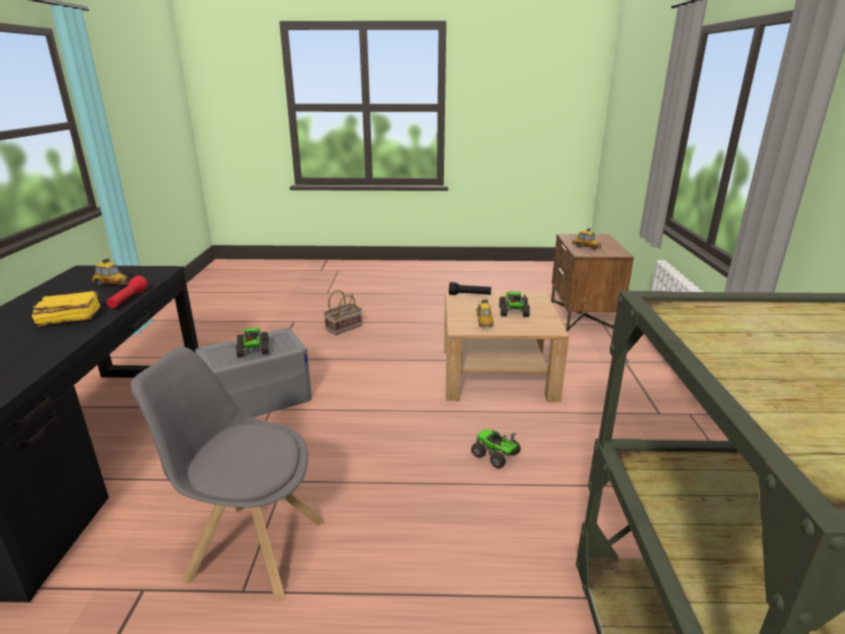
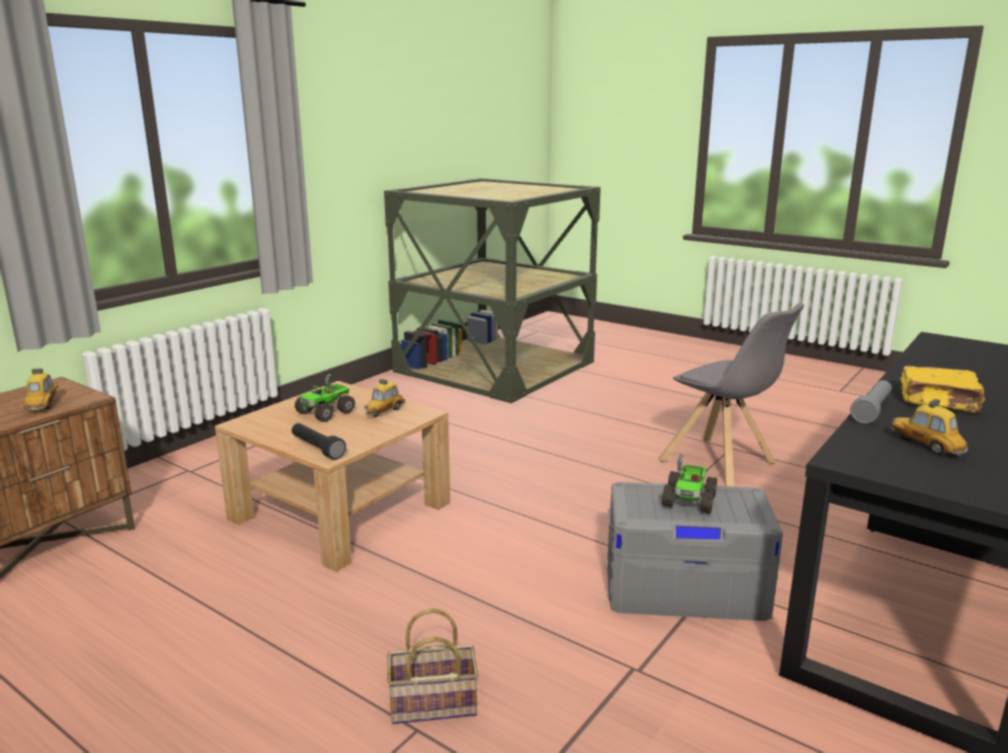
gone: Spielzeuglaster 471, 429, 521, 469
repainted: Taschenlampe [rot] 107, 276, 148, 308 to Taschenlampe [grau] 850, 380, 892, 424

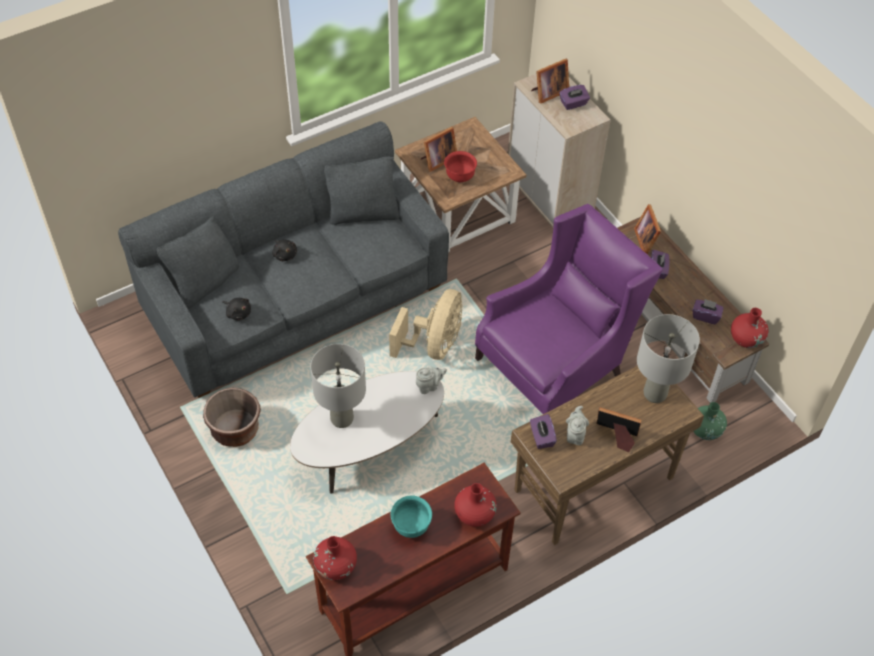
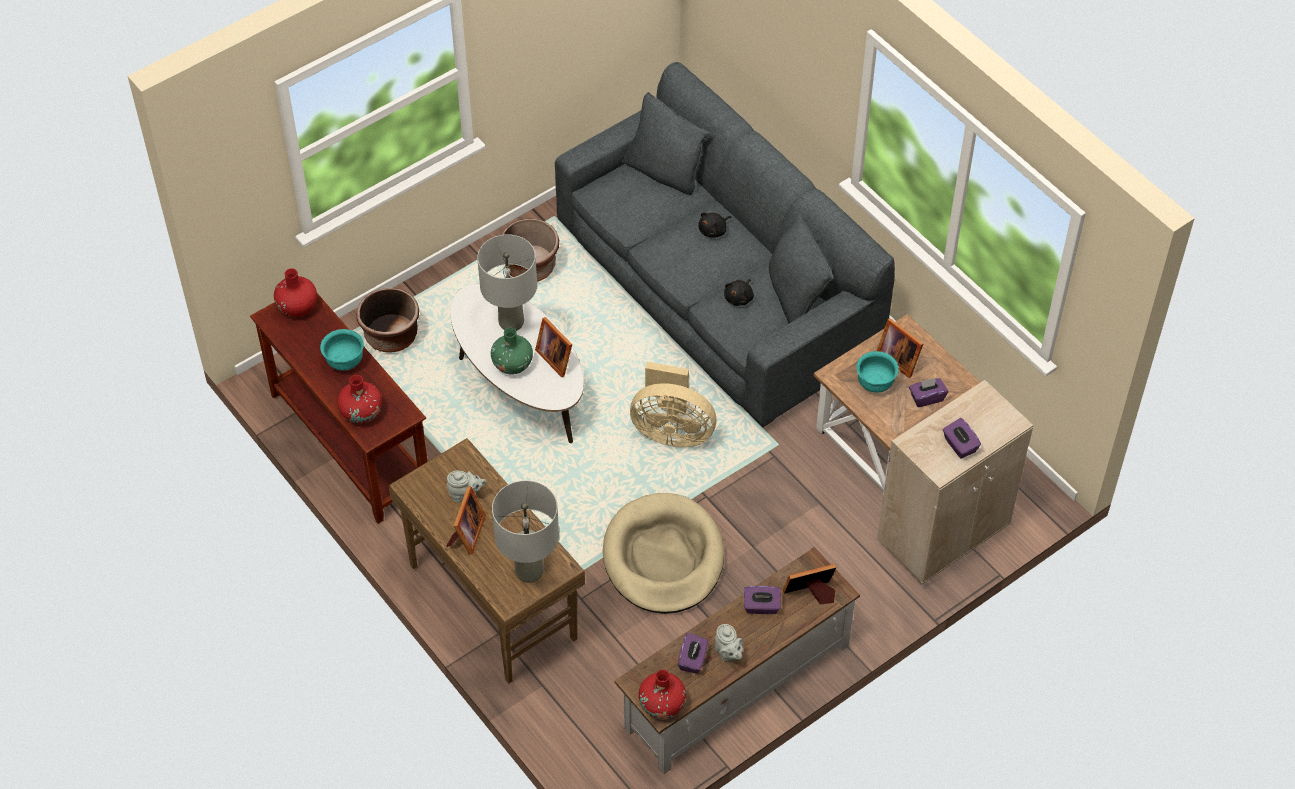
new: Pflanzkübel [braun] 357, 288, 419, 353
shifted: Plüschtier [schwarz] 222, 298, 251, 321 to 724, 279, 754, 306; Teekanne [grau] 416, 366, 447, 394 to 715, 624, 743, 662; Taschentuchbox [lila] 530, 414, 557, 449 to 909, 378, 948, 407; Bilderrahmen 531, 59, 569, 104 to 535, 317, 572, 377; Vase [grün] 693, 402, 727, 440 to 491, 328, 533, 375
swapped: Sessel [lila] 475, 204, 663, 414 to Hundebett [beige] 603, 493, 724, 614
repainted: Schüssel [rot] 444, 151, 477, 182 to Schüssel [türkis] 856, 351, 899, 393

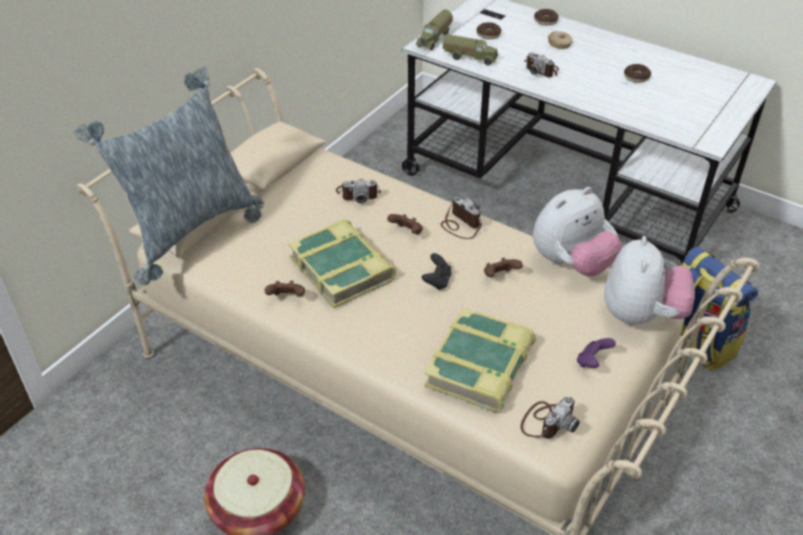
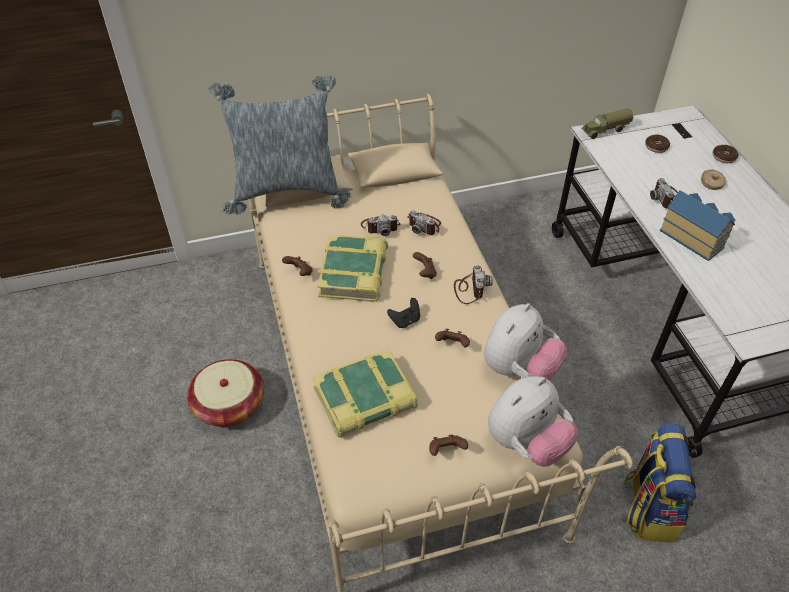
gone: Spielzeuglaster 443, 34, 499, 66; Donut 624, 64, 651, 83
new: Spielzeughaus 659, 190, 736, 261
shifted: Kamera 521, 397, 580, 439 to 361, 215, 401, 236
repainted: Gamepad [lila] 577, 338, 616, 368 to Gamepad [braun] 429, 434, 468, 456
rotated: Plüschtier 533, 187, 622, 277 = 484, 303, 567, 381 60 degrees counterclockwise

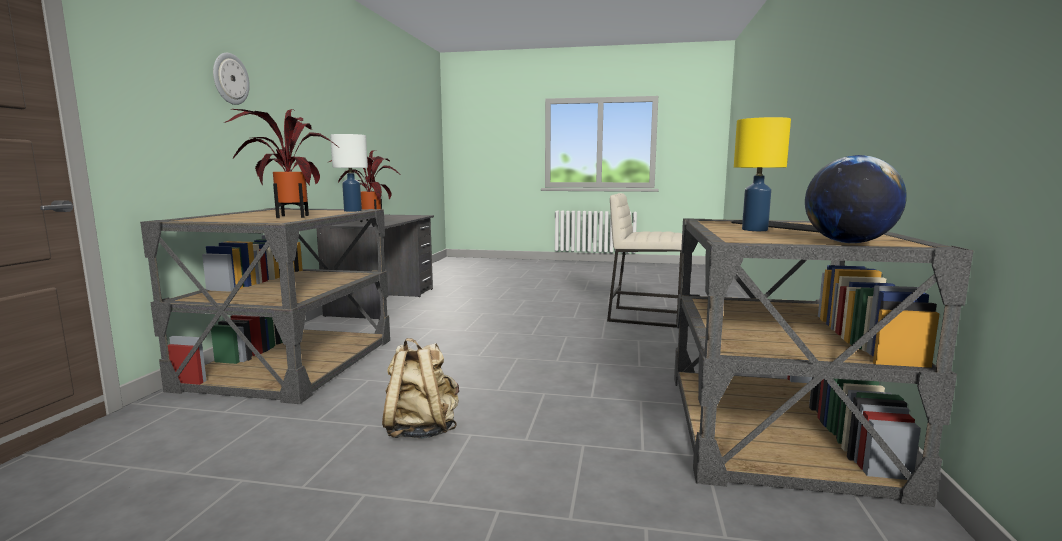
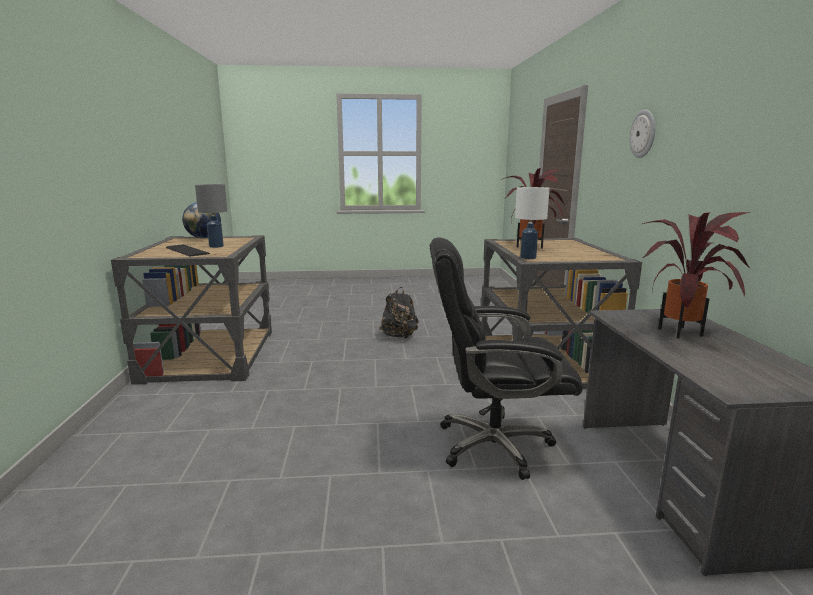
gone: Hocker [beige] 607, 193, 683, 328
new: Bürostuhl [schwarz] 430, 237, 583, 480
repainted: Rucksack [beige] 382, 338, 459, 439 to Rucksack [schwarz] 379, 287, 419, 339; Tischlampe [gelb] 734, 117, 791, 231 to Tischlampe [grau] 195, 184, 227, 248

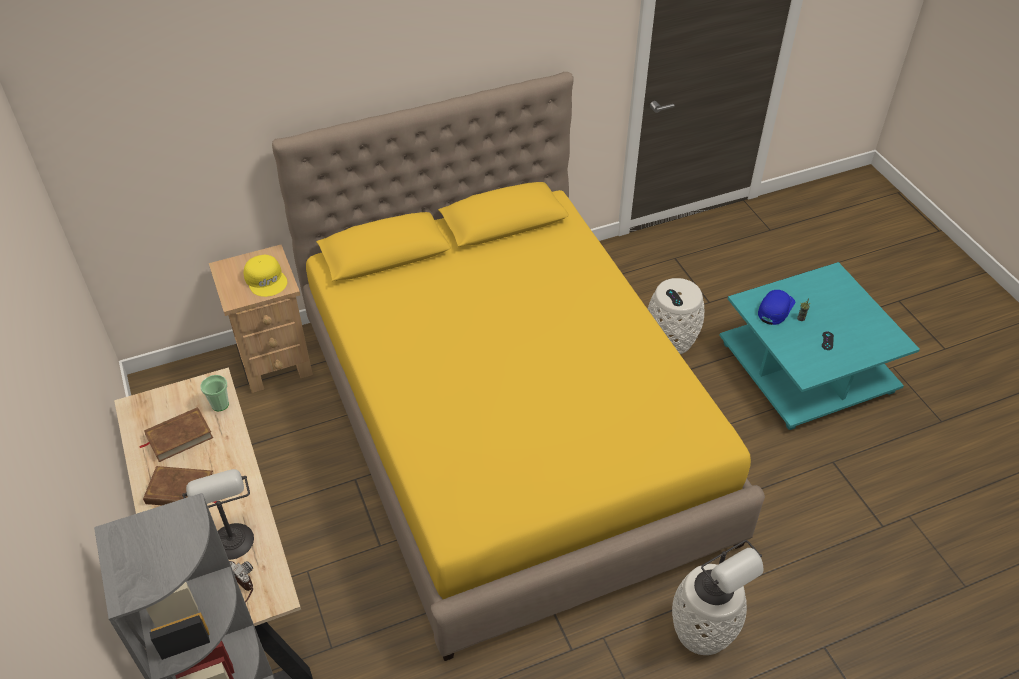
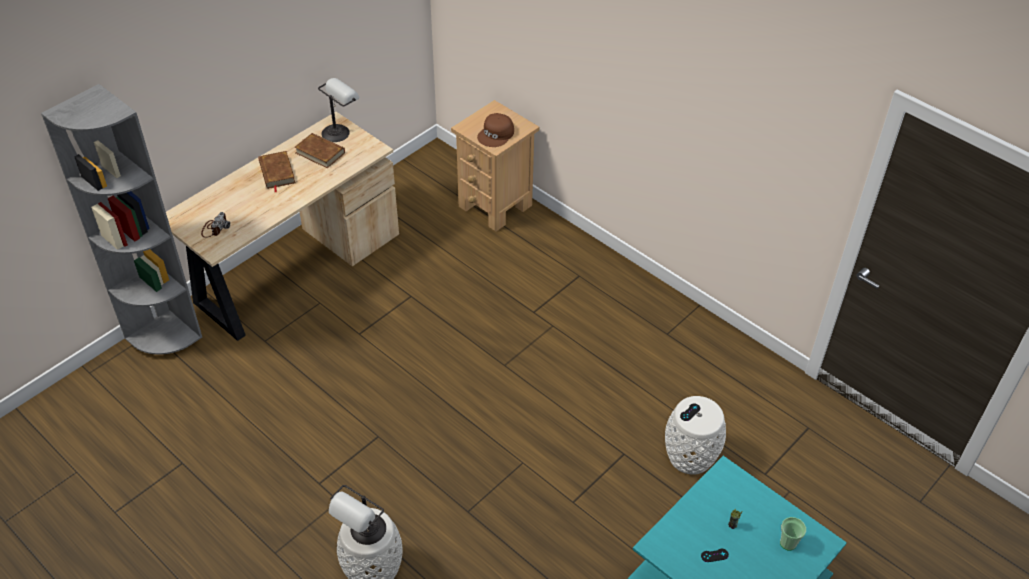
gone: Bett [gelb] 272, 72, 765, 661; Kappe [blau] 758, 290, 795, 325
shifted: Tischlampe 182, 469, 254, 560 to 318, 78, 359, 142; Tasse 200, 375, 229, 411 to 780, 517, 806, 551
repainted: Kappe [gelb] 244, 255, 287, 297 to Kappe [braun] 477, 113, 514, 147

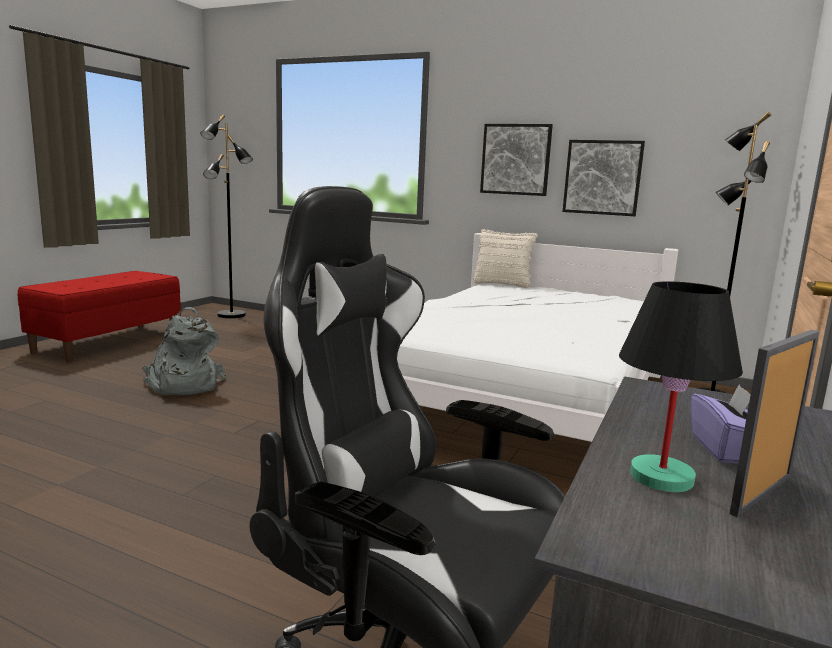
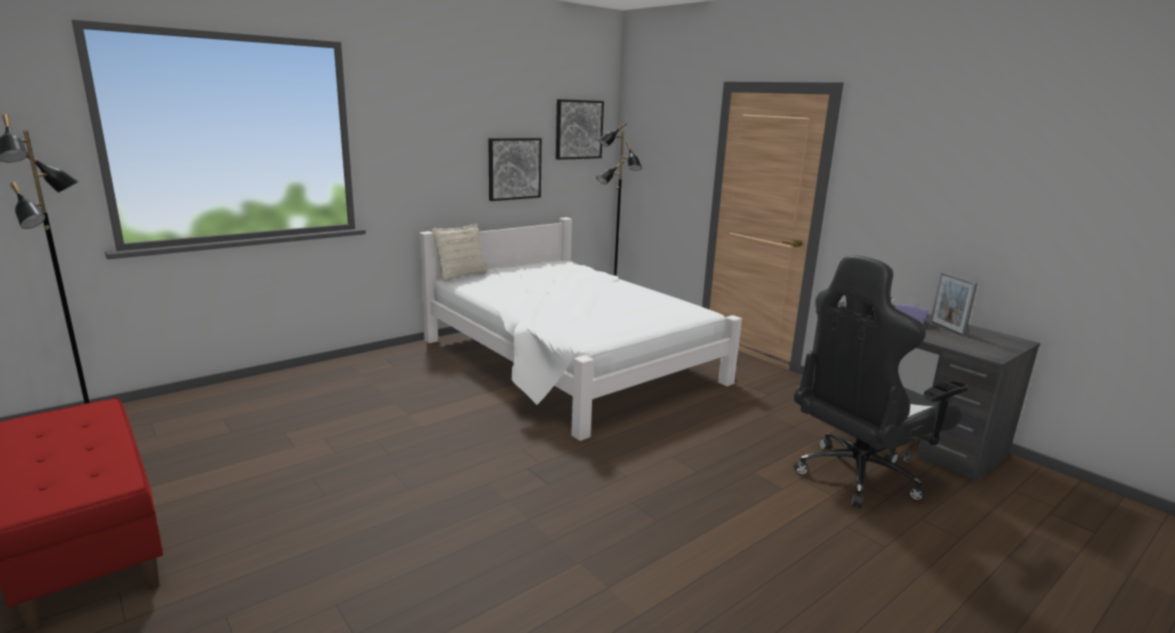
gone: Rucksack [grau] 142, 307, 227, 395; Tischlampe [schwarz] 619, 281, 743, 492
shifted: Bild 480, 124, 553, 196 to 556, 99, 604, 160

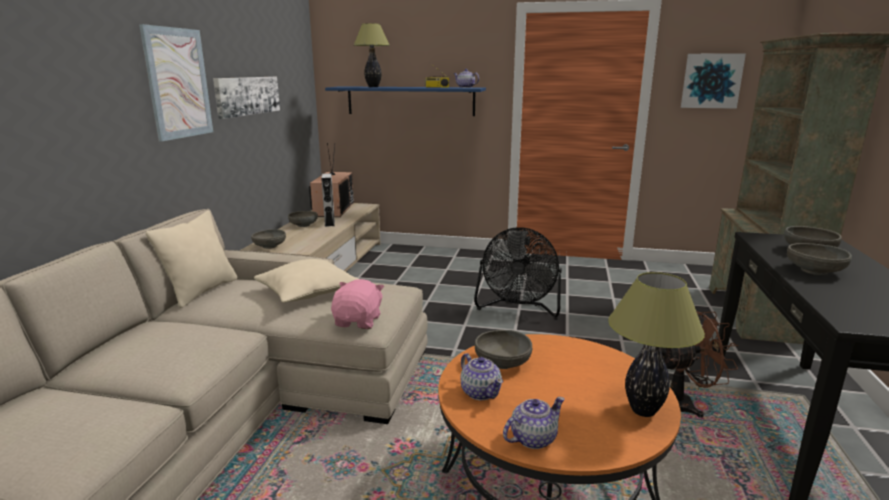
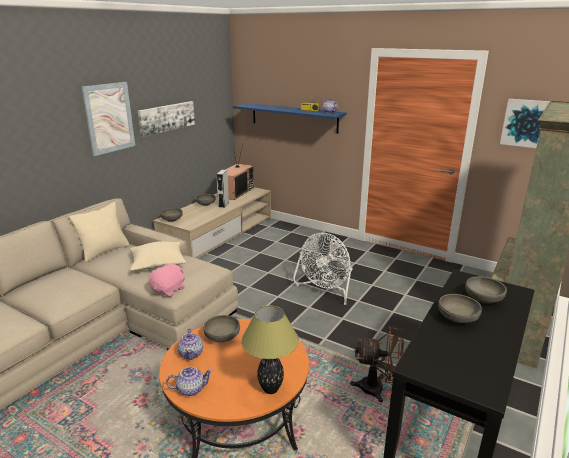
gone: Tischlampe 354, 23, 390, 87
repainted: Ventilator [schwarz] 474, 227, 562, 320 to Ventilator [weiß] 293, 232, 353, 305

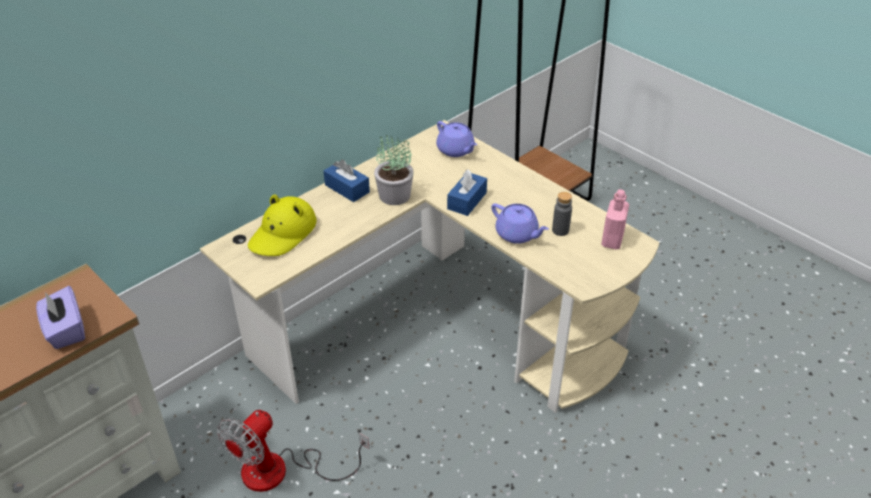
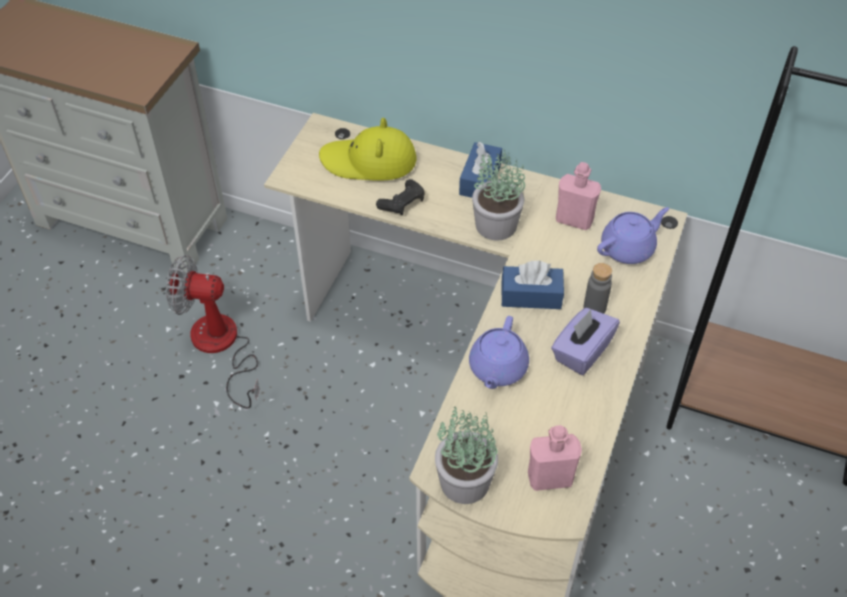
new: Gamepad [schwarz] 376, 179, 425, 215; Topfpflanze 435, 407, 498, 504; Flasche [rosa] 556, 162, 601, 230
shifted: Taschentuchbox [lila] 36, 286, 85, 349 to 551, 308, 620, 375; Flasche [grau] 552, 192, 572, 236 to 584, 263, 612, 314
rotated: Teekanne [lila] 436, 121, 477, 157 = 597, 207, 669, 264 150 degrees counterclockwise

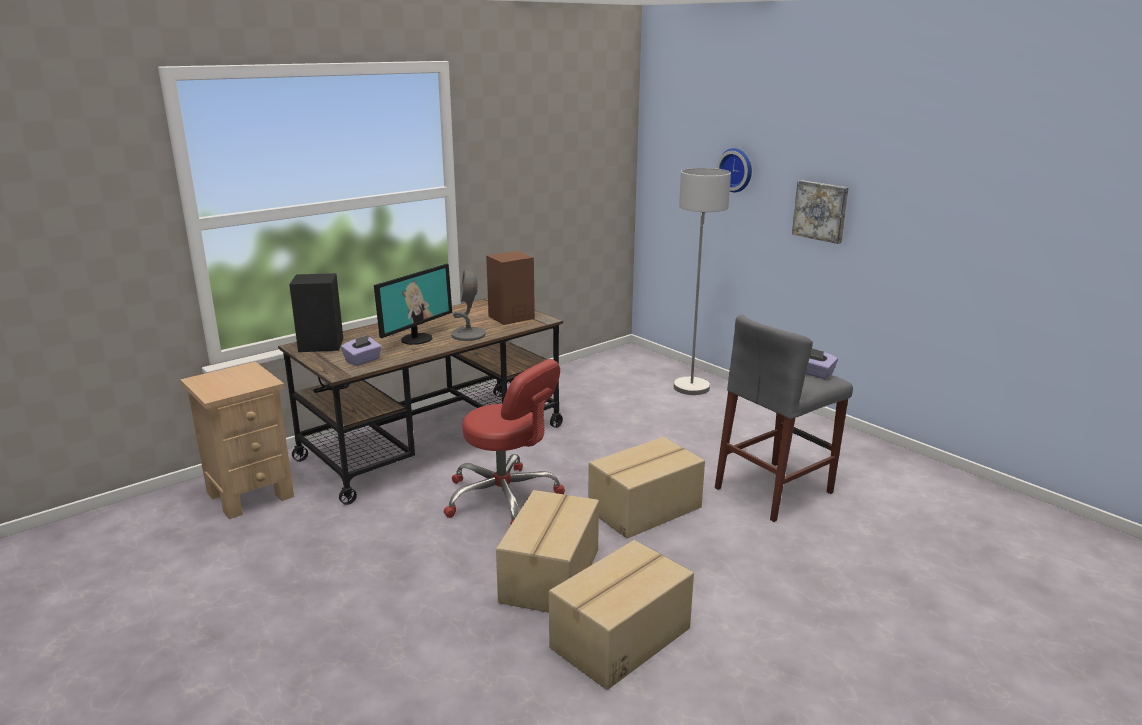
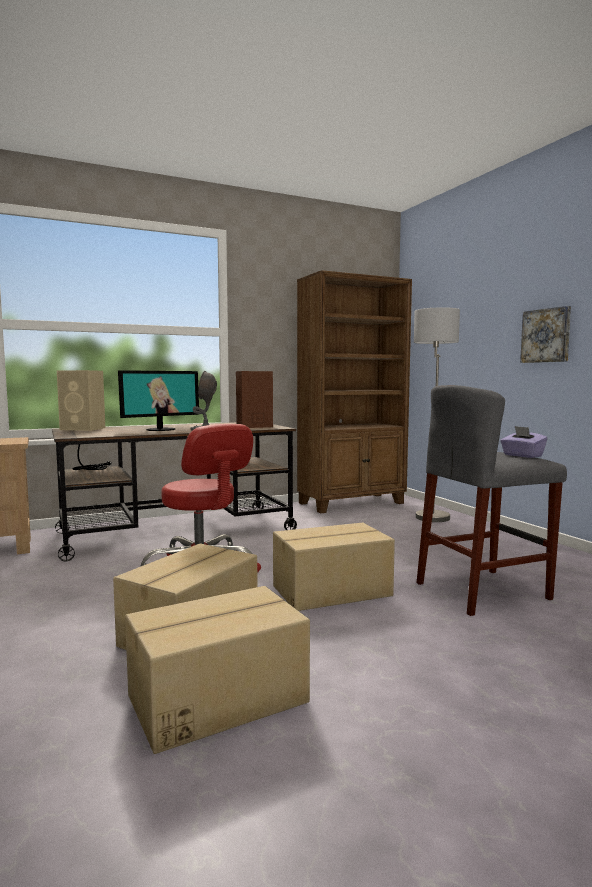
gone: Taschentuchbox [lila] 341, 335, 382, 366; Wanduhr 716, 148, 752, 192
new: Bücherregal [braun] 297, 270, 412, 514
repainted: Lautsprecher [schwarz] 289, 273, 343, 352 to Lautsprecher [beige] 57, 370, 105, 431

